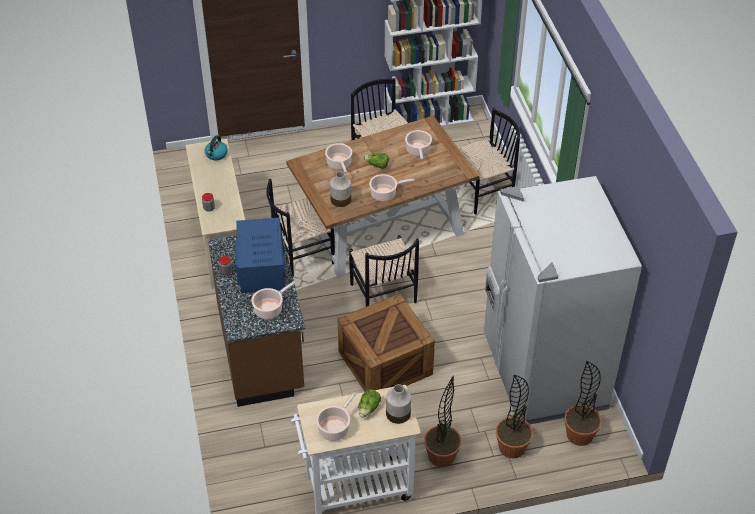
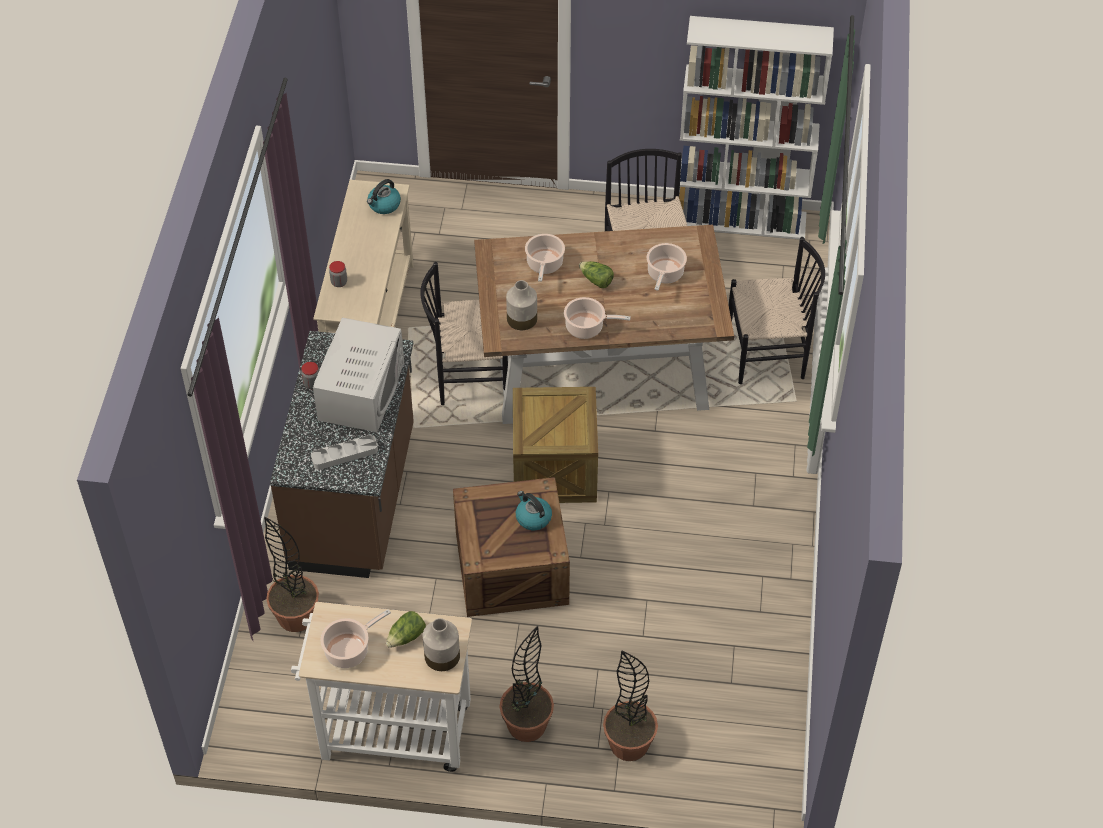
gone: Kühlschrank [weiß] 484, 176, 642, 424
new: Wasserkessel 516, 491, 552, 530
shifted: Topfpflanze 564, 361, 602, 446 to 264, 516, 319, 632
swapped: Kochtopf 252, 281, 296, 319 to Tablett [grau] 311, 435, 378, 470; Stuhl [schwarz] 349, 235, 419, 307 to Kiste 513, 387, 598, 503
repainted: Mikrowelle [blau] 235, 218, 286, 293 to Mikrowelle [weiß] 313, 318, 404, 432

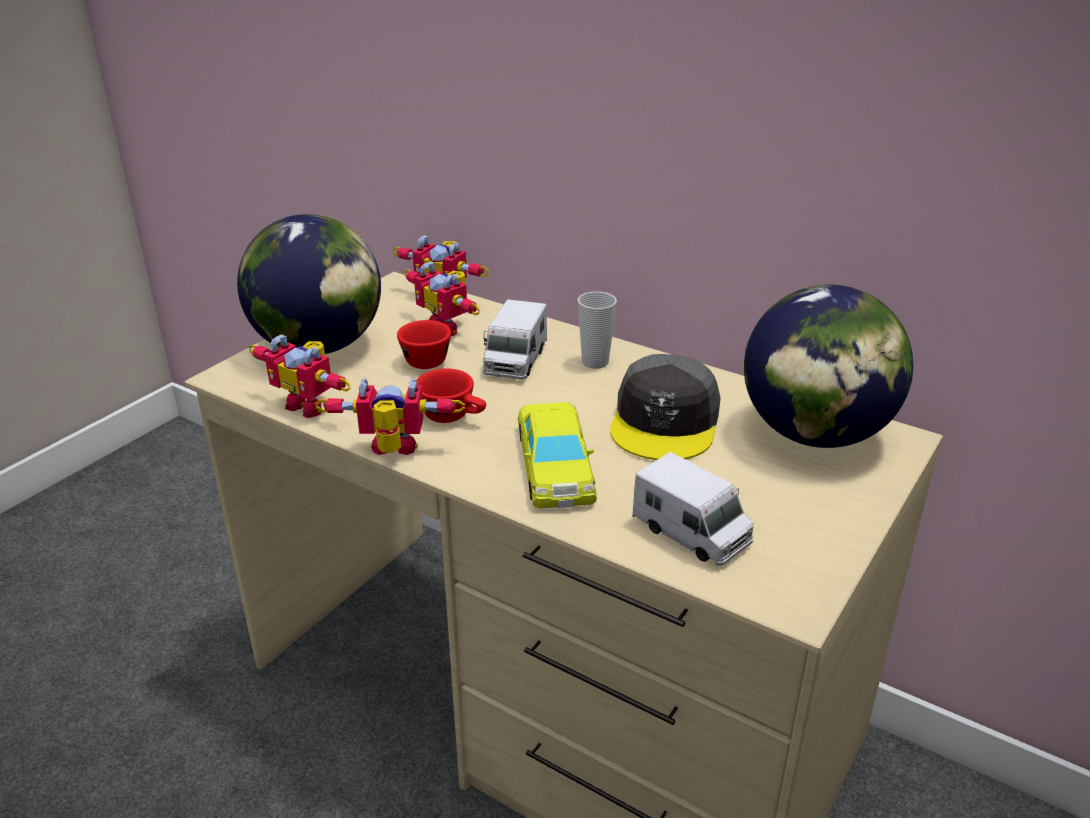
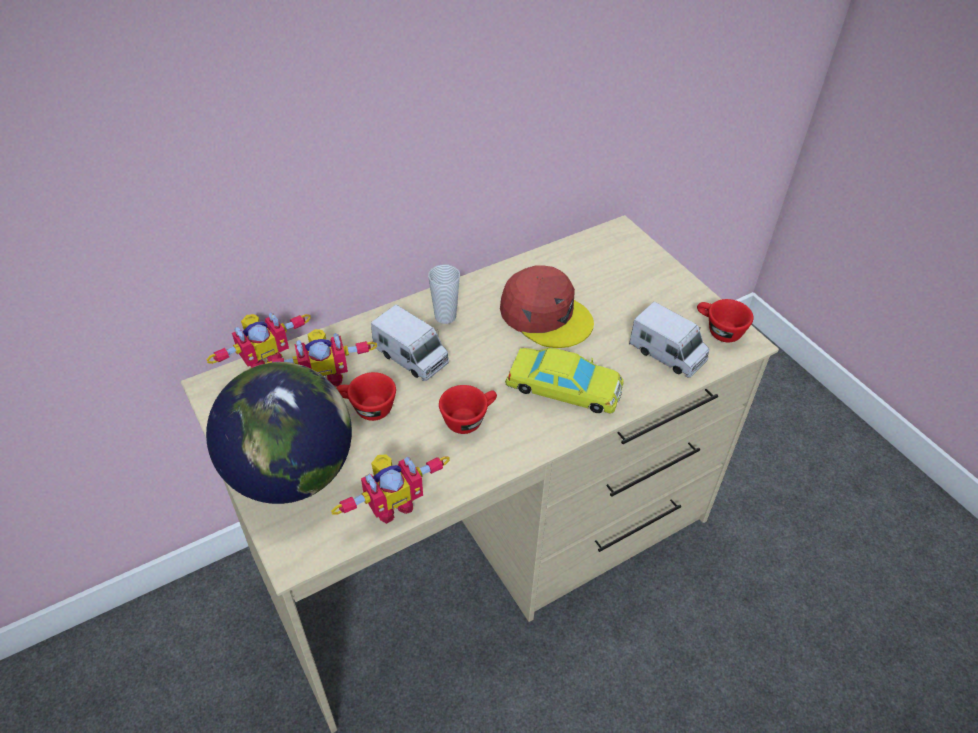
gone: Spielzeugroboter 315, 377, 465, 455; Globus 744, 284, 913, 448
new: Tasse [rot] 697, 299, 754, 342
repainted: Kappe [grau] 610, 354, 721, 460 to Kappe [rot] 500, 266, 594, 348
rotated: Spielzeuglaster 632, 452, 754, 566 = 629, 302, 709, 377 60 degrees clockwise

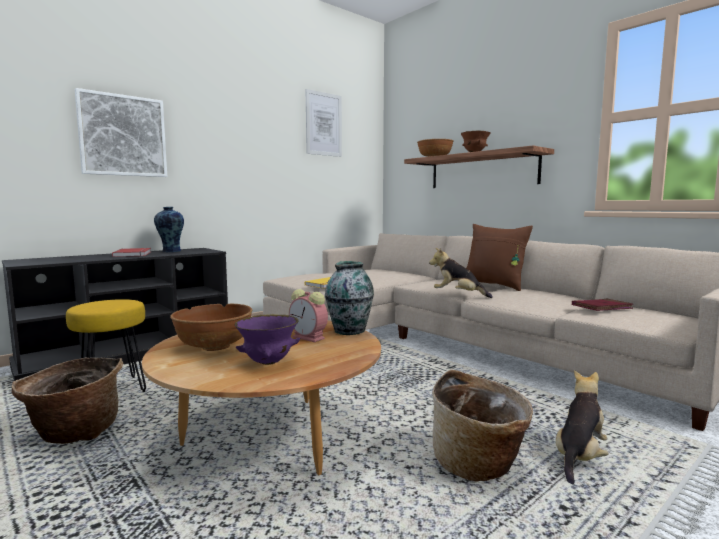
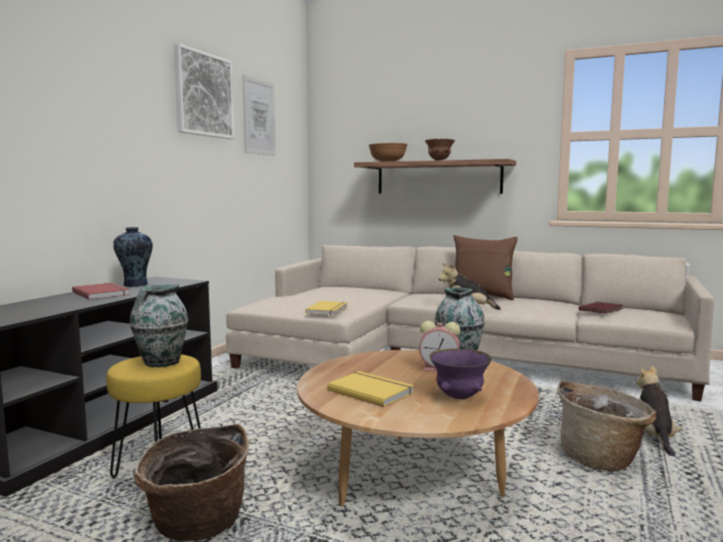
new: Vase 130, 284, 188, 367
shifted: Bild 75, 88, 167, 177 to 174, 43, 234, 139
swapped: Schüssel [braun] 170, 304, 252, 351 to Buch [gelb] 327, 371, 414, 407

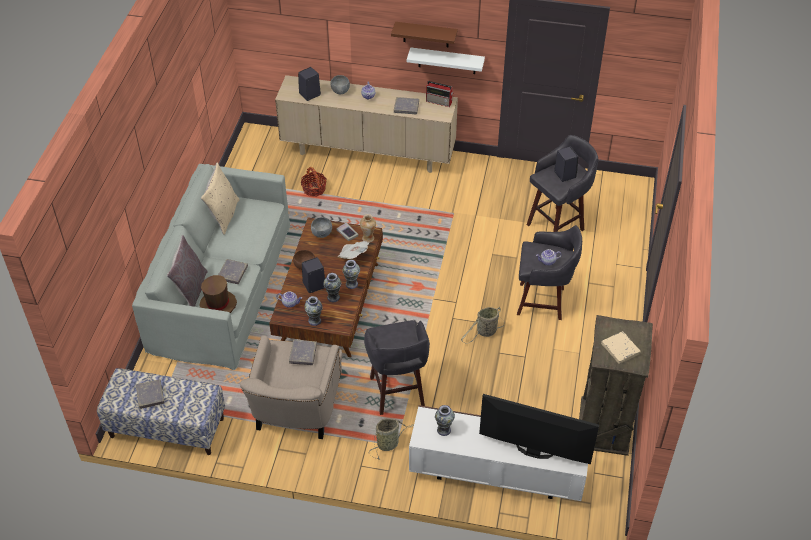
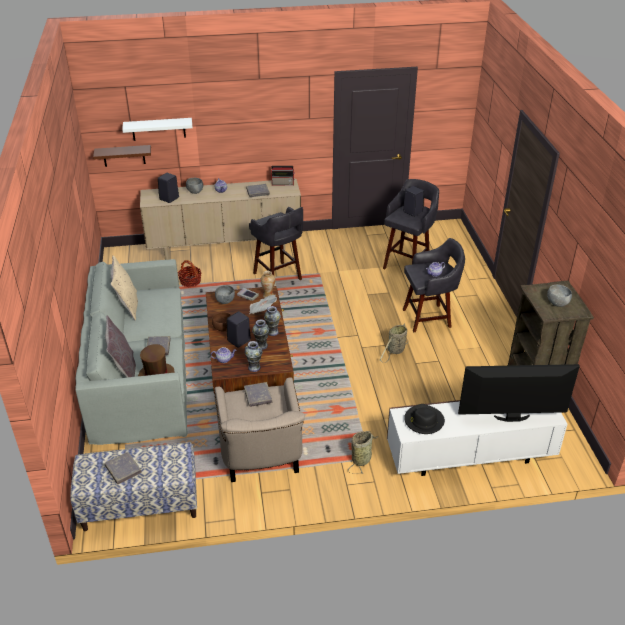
shifted: Hocker [grau] 364, 320, 430, 415 to 249, 207, 303, 280; Wandregal [braun] 391, 22, 458, 47 to 93, 145, 151, 167; Wandregal [weiß] 407, 47, 485, 74 to 122, 118, 193, 141
swapped: Vase 435, 405, 455, 436 to Hut [schwarz] 404, 404, 445, 434; Buch [beige] 601, 331, 641, 364 to Schüssel [grau] 547, 285, 572, 307

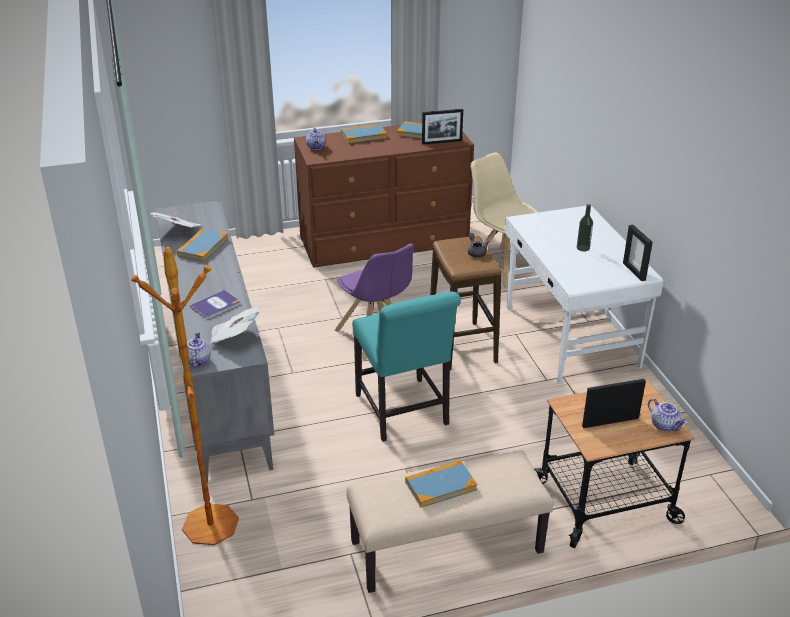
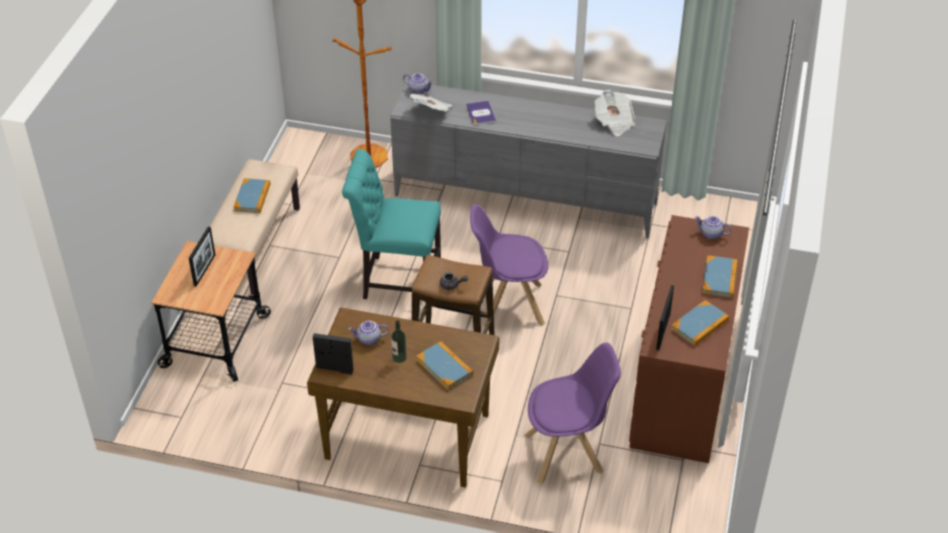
shifted: Buch 177, 228, 228, 262 to 416, 341, 473, 390; Teekanne 648, 398, 687, 432 to 348, 321, 389, 345
repainted: Stuhl [beige] 471, 152, 538, 286 to Stuhl [lila] 524, 343, 621, 484; Schreibtisch [weiß] 505, 206, 663, 384 to Schreibtisch [braun] 307, 308, 499, 488

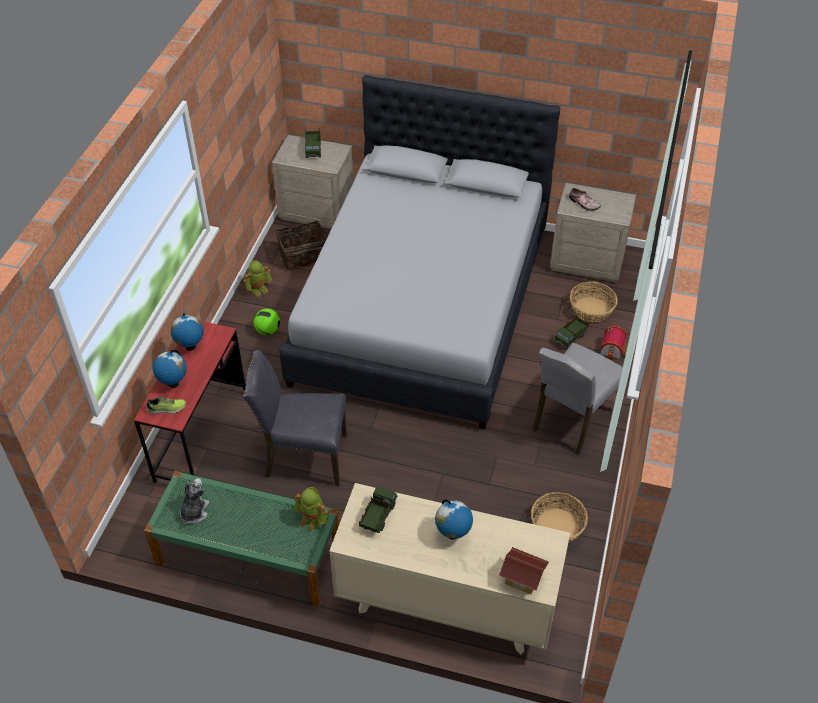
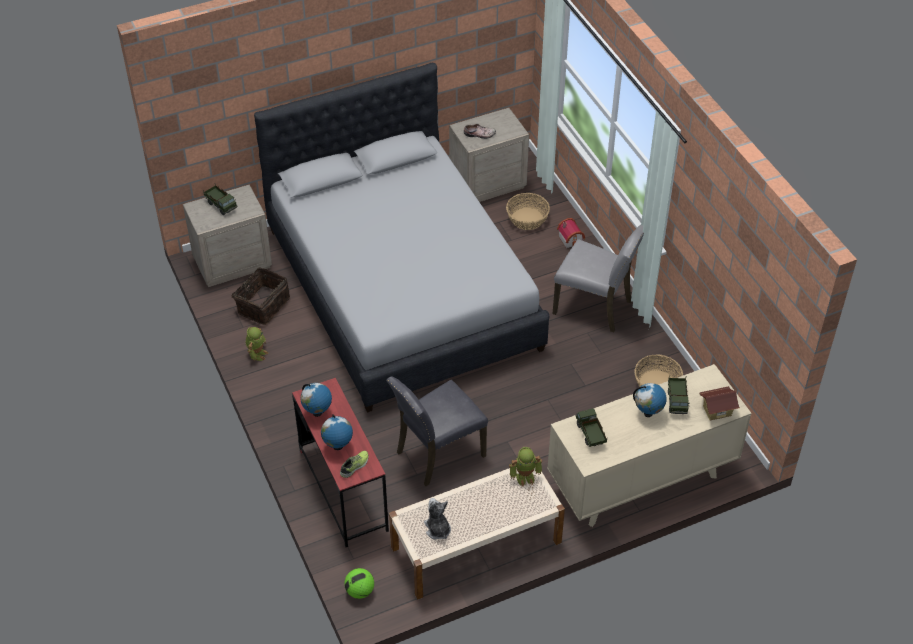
shifted: Fußball 253, 309, 280, 335 to 344, 568, 374, 599; Spielzeuglaster 554, 316, 589, 348 to 668, 375, 689, 414
repainted: Bank [grün] 144, 471, 340, 607 to Bank [beige] 389, 468, 565, 600
rotated: Stuhl [grau] 532, 342, 623, 455 = 553, 225, 644, 332 60 degrees counterclockwise

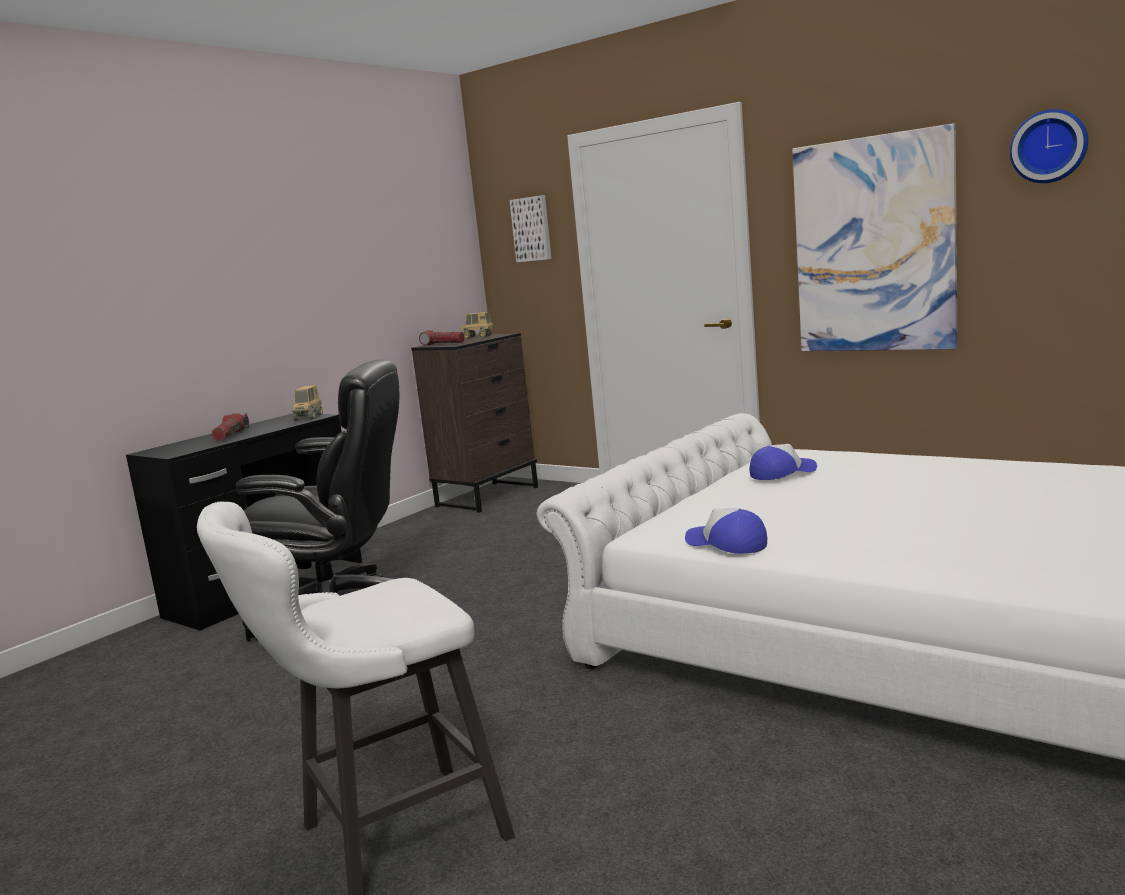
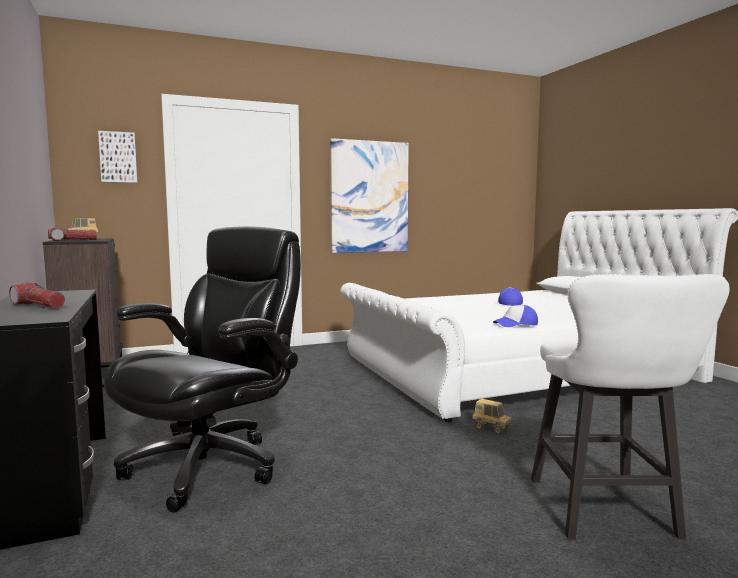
gone: Wanduhr 1010, 109, 1088, 183
shifted: Spielzeuglaster 292, 385, 323, 421 to 472, 398, 511, 434; Kappe 750, 444, 817, 480 to 498, 287, 523, 306

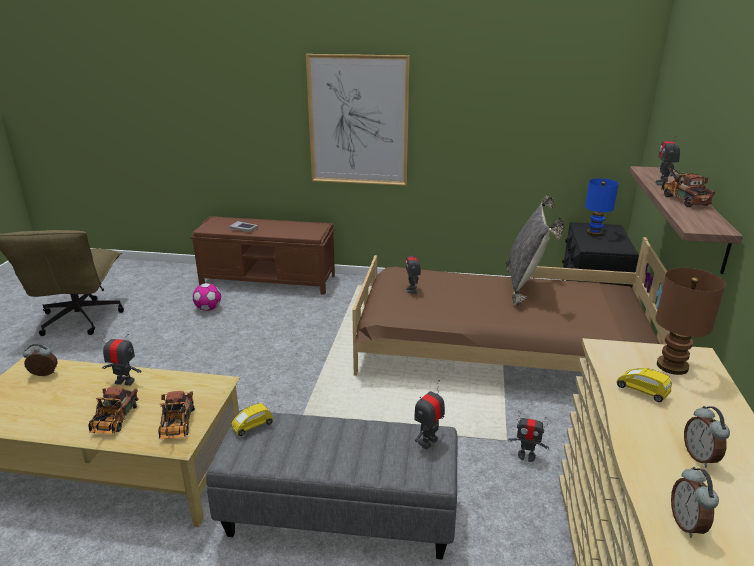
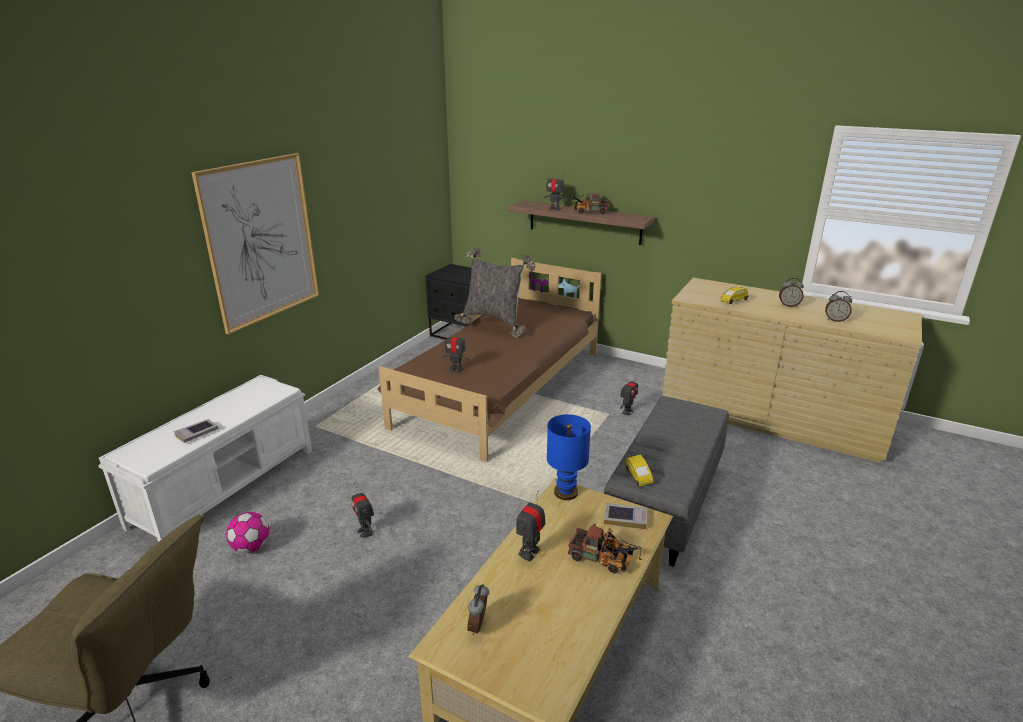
gone: Tischlampe [braun] 655, 268, 726, 375
shifted: Spielzeugroboter 414, 380, 445, 449 to 352, 483, 374, 538; Tischlampe [blau] 585, 178, 619, 236 to 547, 414, 591, 500
swapped: Spielzeuglaster 158, 391, 195, 439 to Buch 604, 503, 647, 529
repainted: Bank [braun] 191, 216, 335, 295 to Bank [weiß] 98, 375, 312, 542

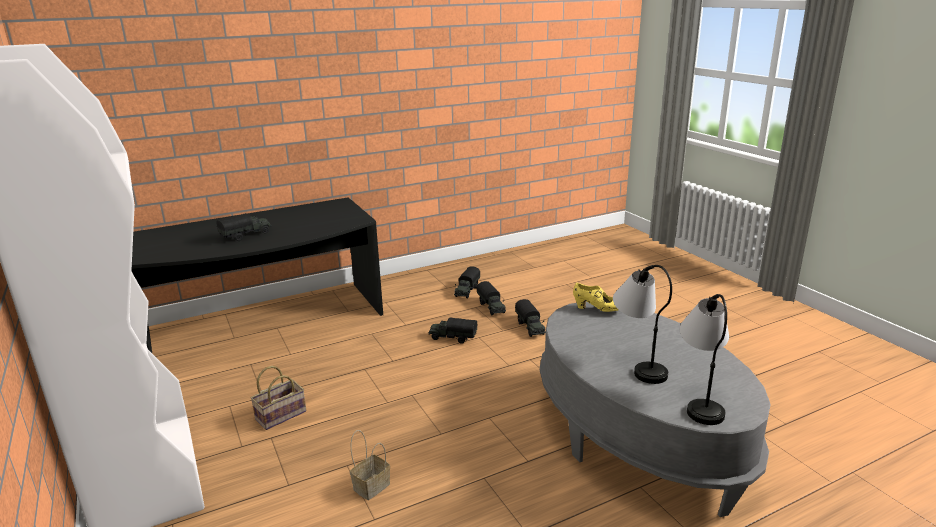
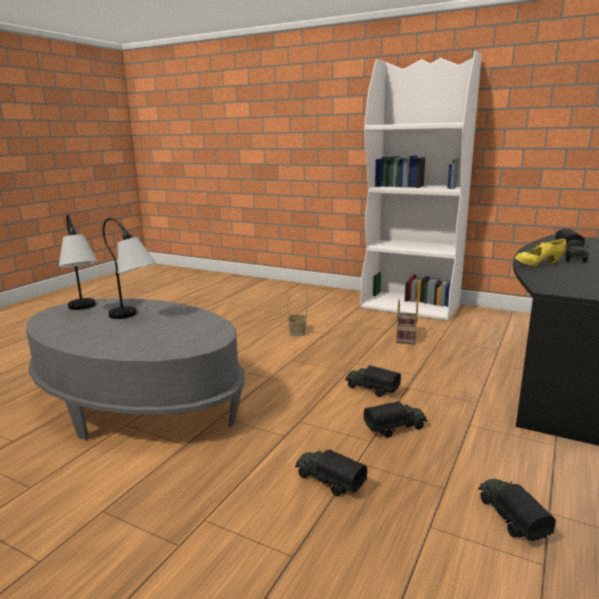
shifted: Spielzeuglaster 477, 281, 506, 315 to 345, 366, 401, 397; Schuh [gelb] 573, 283, 618, 312 to 515, 239, 567, 266

